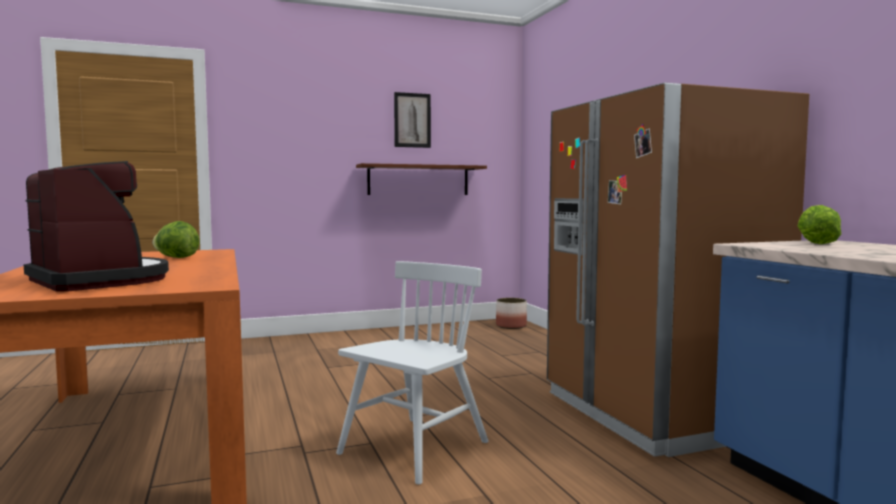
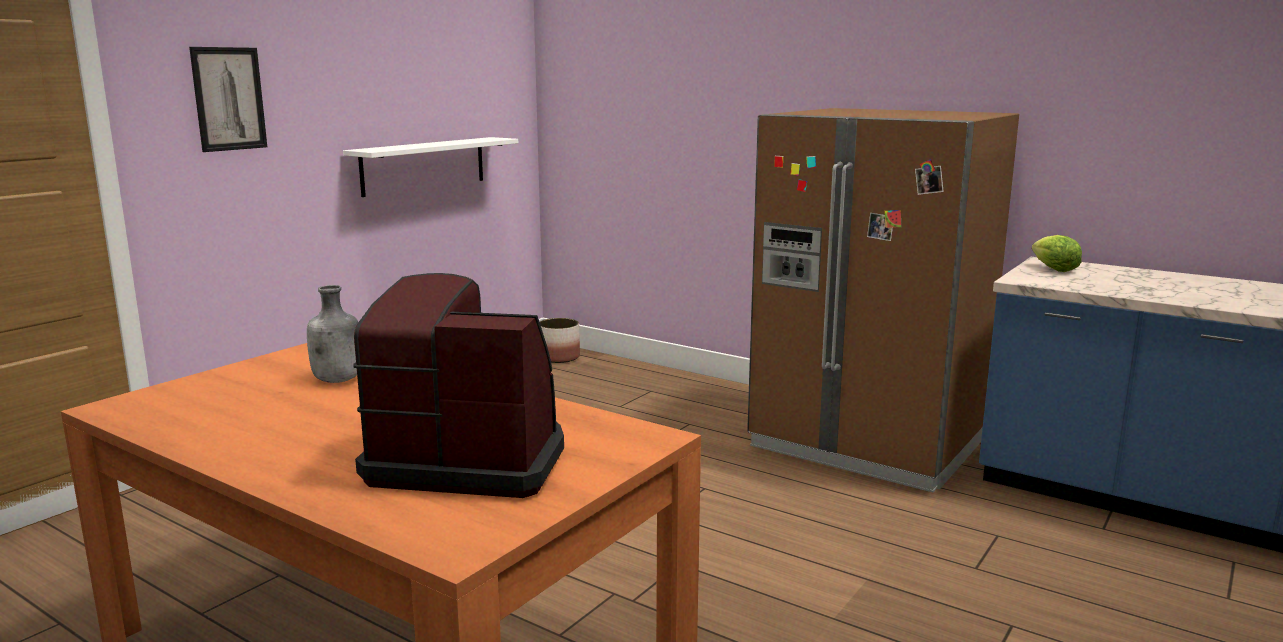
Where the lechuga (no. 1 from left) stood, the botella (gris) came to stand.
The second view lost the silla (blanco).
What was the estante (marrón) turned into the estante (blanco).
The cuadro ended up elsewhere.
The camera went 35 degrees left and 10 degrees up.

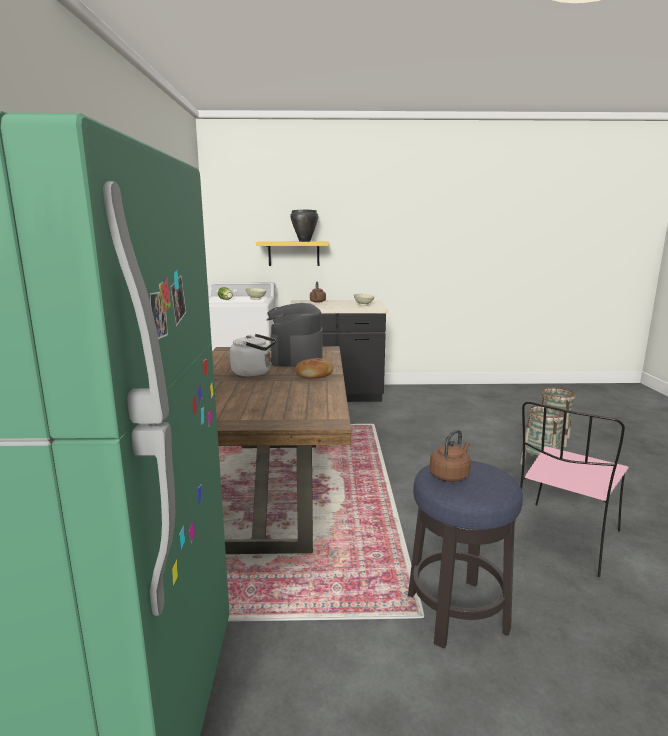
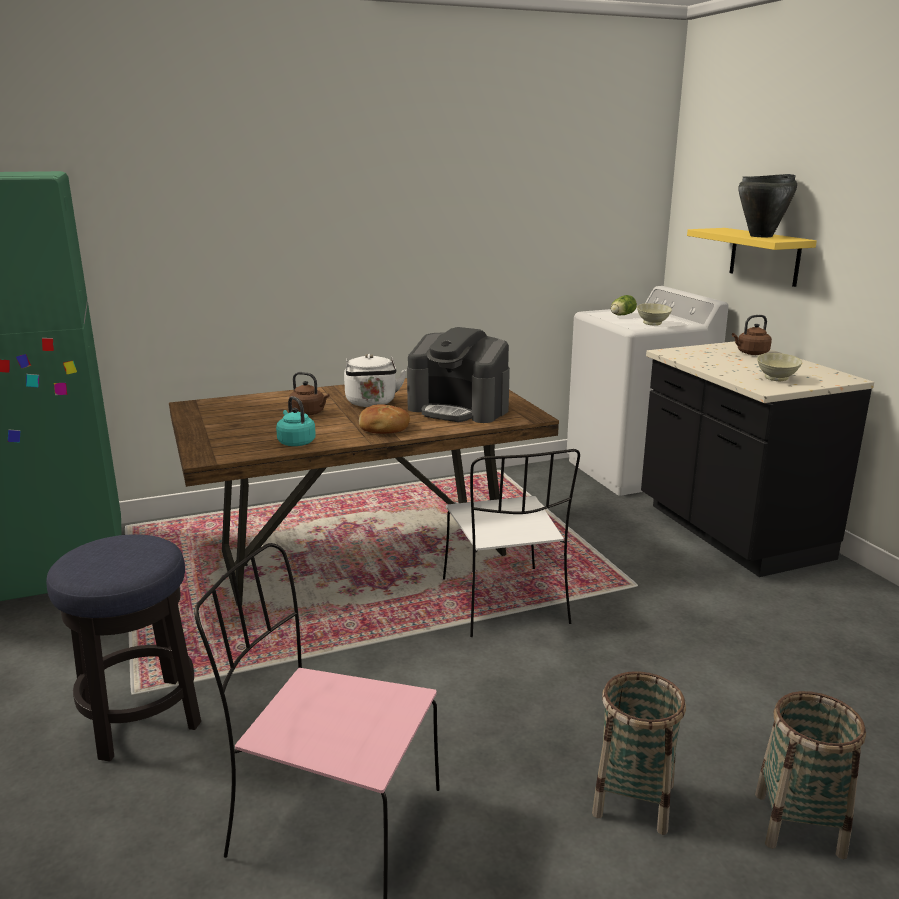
The cafetera ended up facing another way, 135 degrees counterclockwise from before.
The hervidor (marrón) (no. 2 from left in the first image) ended up elsewhere.
The second view gained the hervidor (turquesa).
The second view gained the silla (blanco).
The camera went 70 degrees right and 5 degrees up.

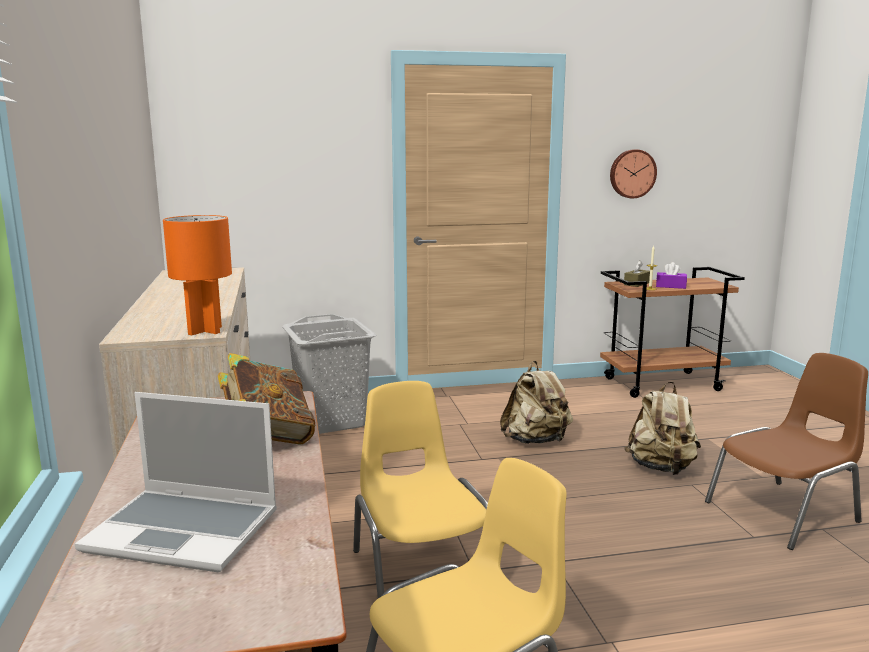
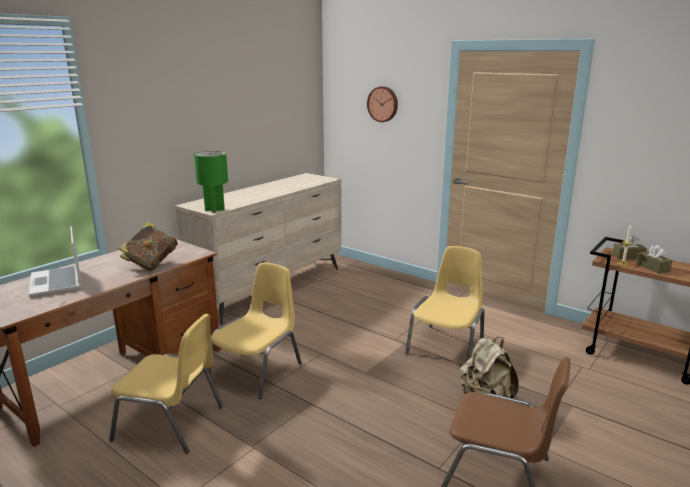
What was the lámpara de mesa (naranja) turned into the lámpara de mesa (verde).
The second view lost the cesto de la ropa (gris).
Where the mochila (beis) (no. 1 from left) stood, the silla (amarillo) (no. 3 from left) came to stand.
The reloj de pared ended up elsewhere.
What was the caja de pañuelos (morado) turned into the caja de pañuelos (marrón) (no. 2 from left).
The camera went 50 degrees right and 5 degrees up.

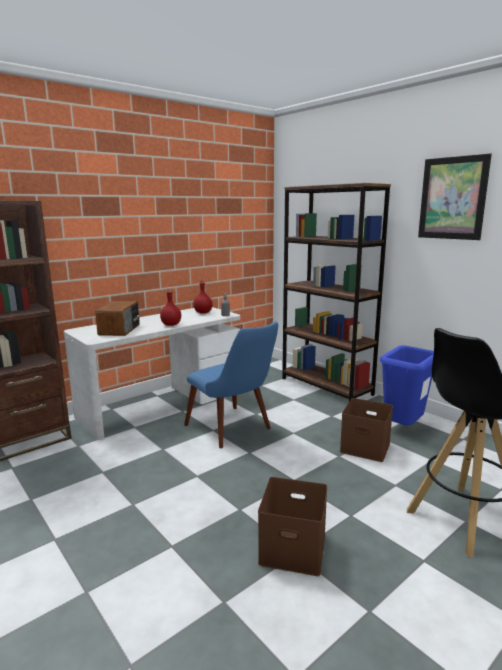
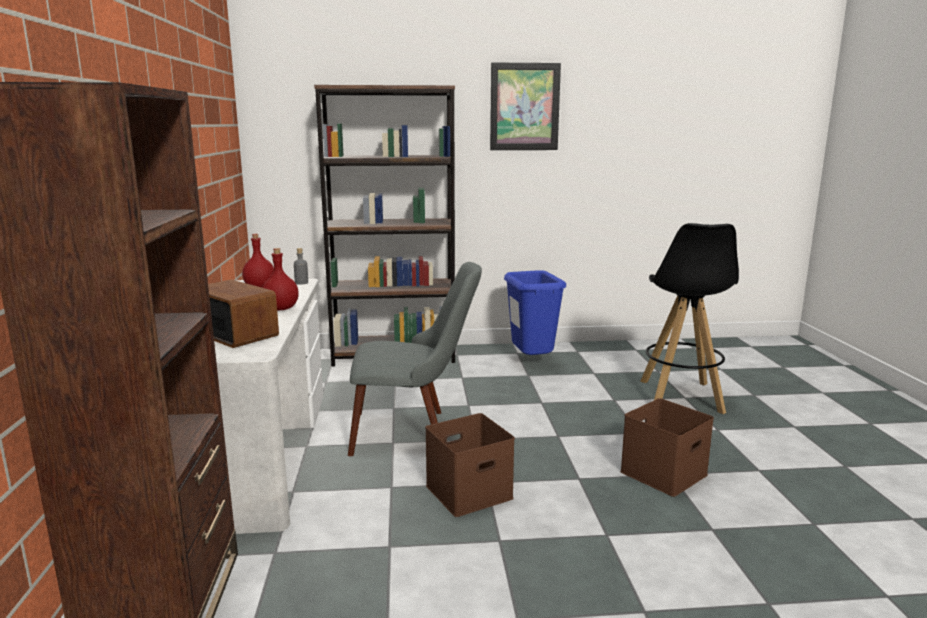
What was the silla (azul) turned into the silla (gris).
The caja de almacenaje (marrón) (no. 2 from left in the first image) ended up elsewhere.
The camera went 55 degrees left and 0 degrees up.

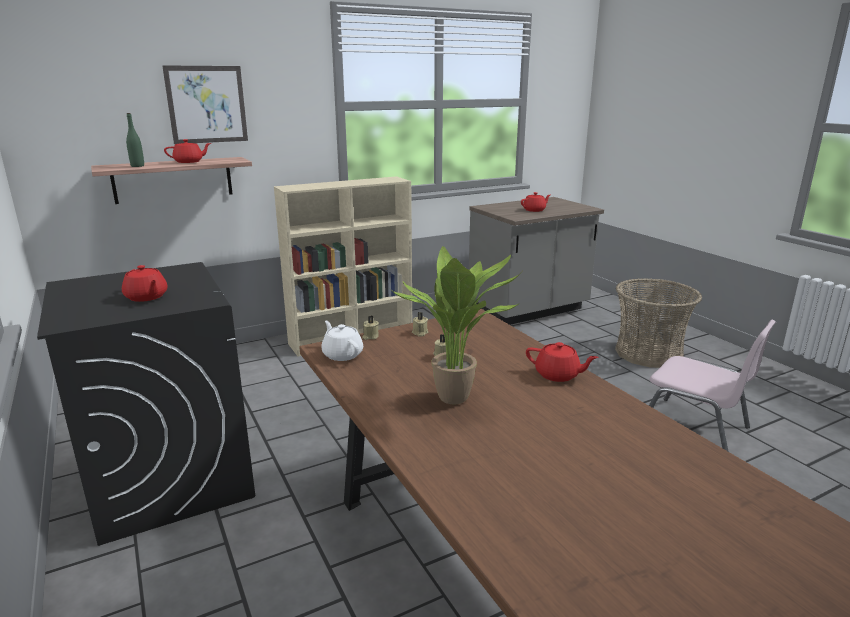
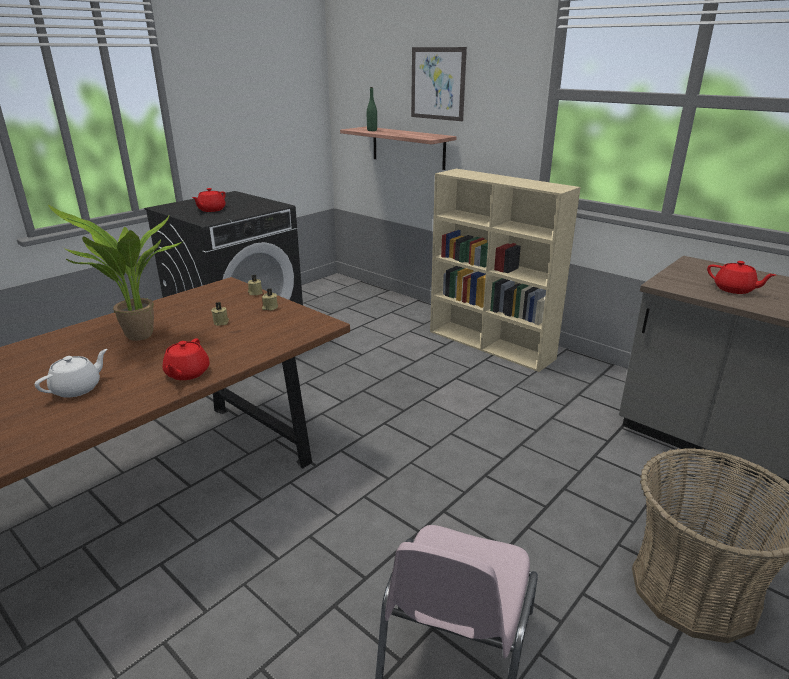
The second view lost the tetera (rojo) (no. 2 from left).
The tetera (blanco) ended up elsewhere.
The camera went 70 degrees right and 5 degrees up.

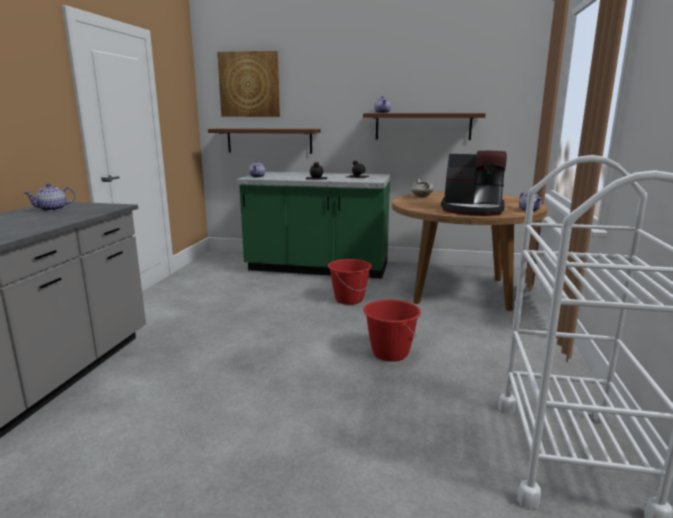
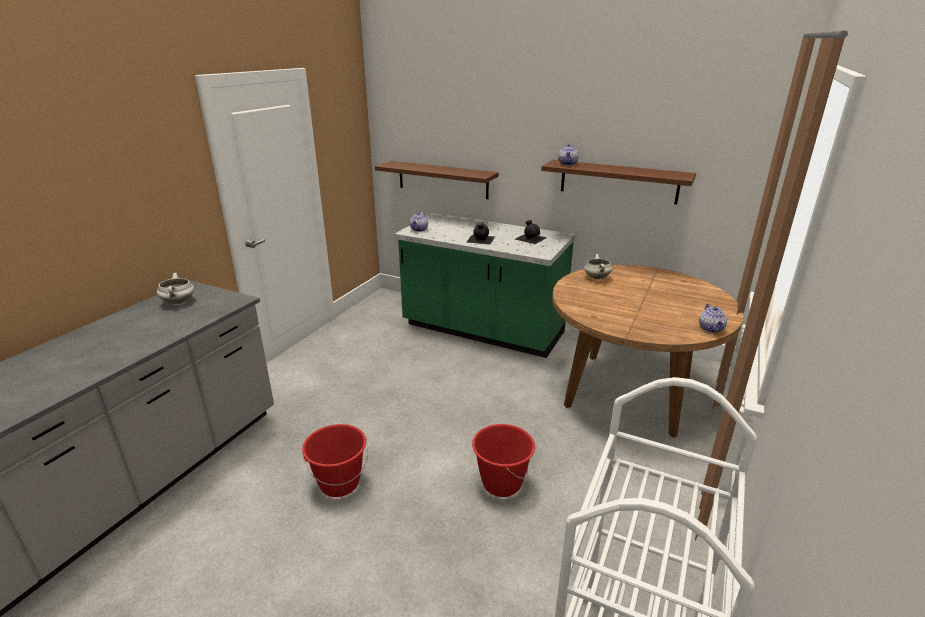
Where the tetera (no. 1 from left) stood, the olla (blanco) (no. 1 from left) came to stand.
The second view lost the cuadro.
The cubo (rojo) (no. 1 from left) ended up elsewhere.
The second view lost the cafetera.
The camera went 15 degrees right and 10 degrees up.

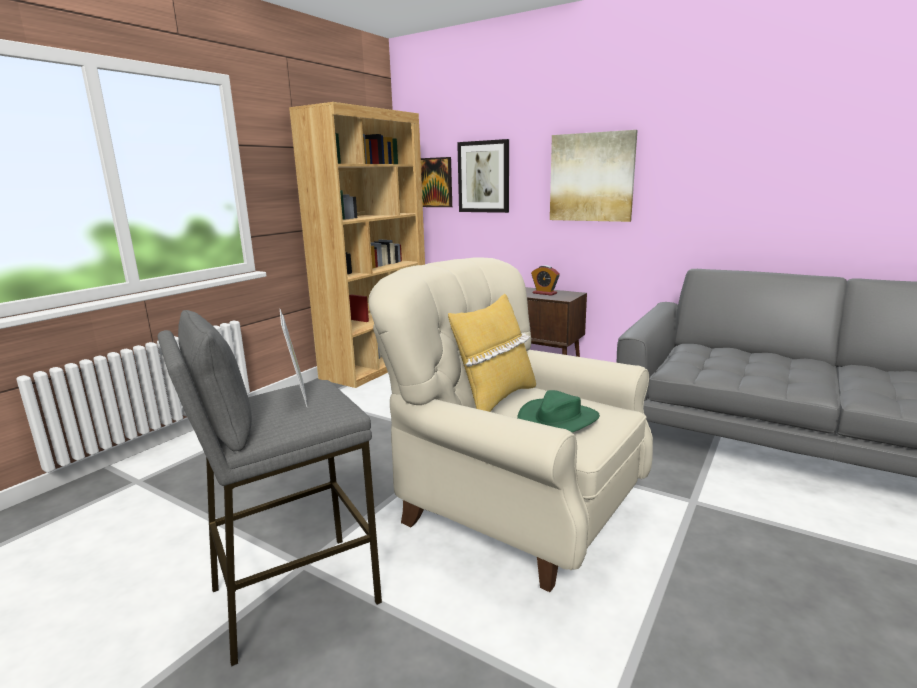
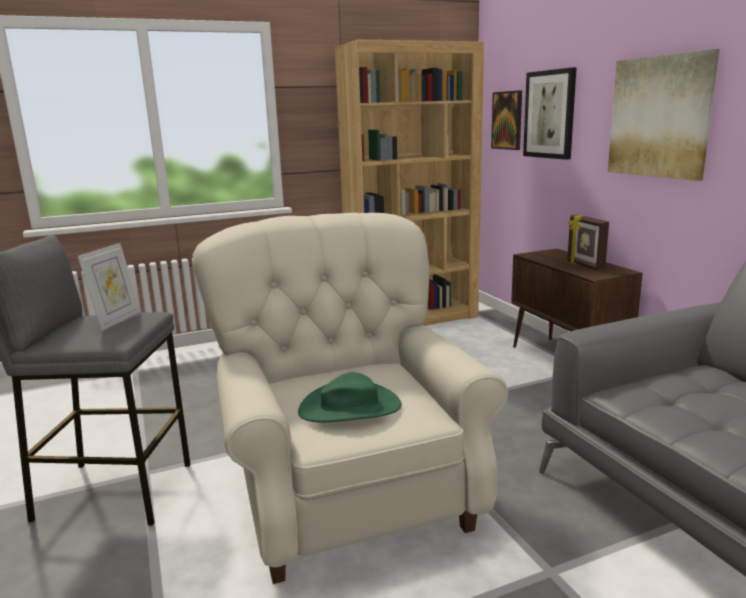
The second view lost the cojín (amarillo).
Where the despertador stood, the portarretratos (no. 2 from left) came to stand.
The camera went 35 degrees right and 0 degrees up.

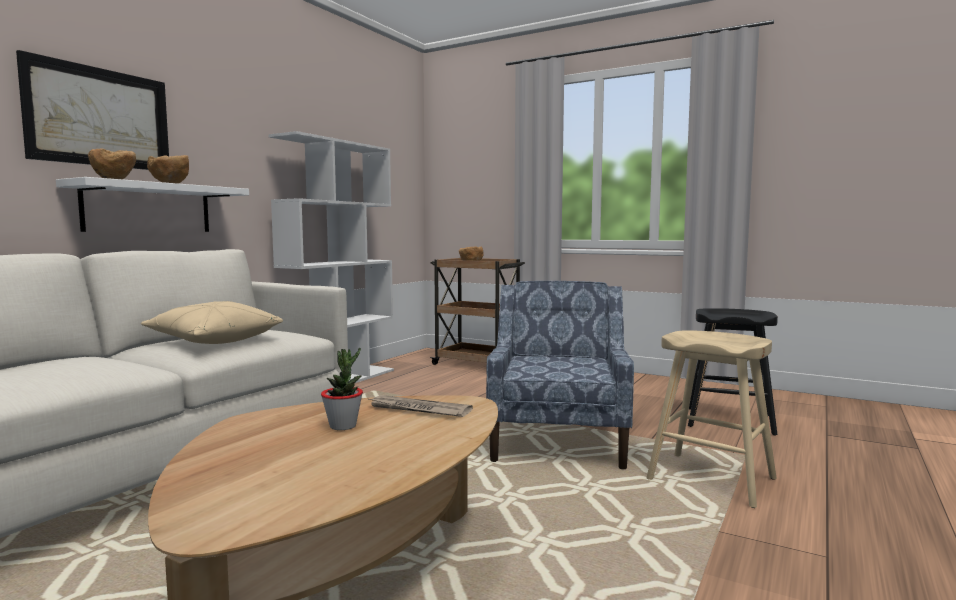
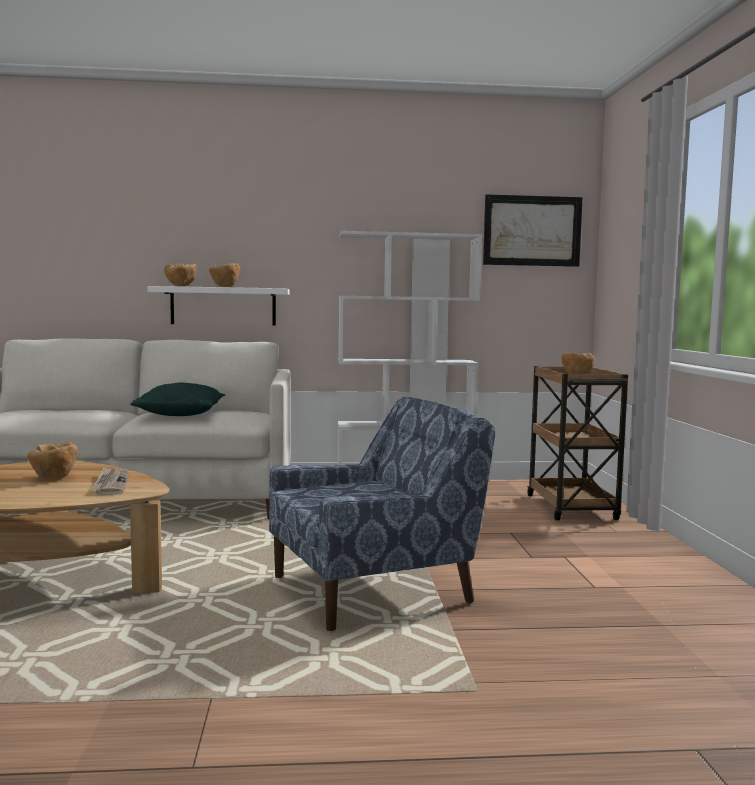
The cuadro ended up elsewhere.
What was the cojín (beis) turned into the cojín (verde).
Where the planta en maceta stood, the cuenco (marrón) (no. 1 from left) came to stand.
The second view lost the taburete (beis).
The second view lost the taburete (negro).
The camera went 55 degrees right and 0 degrees up.

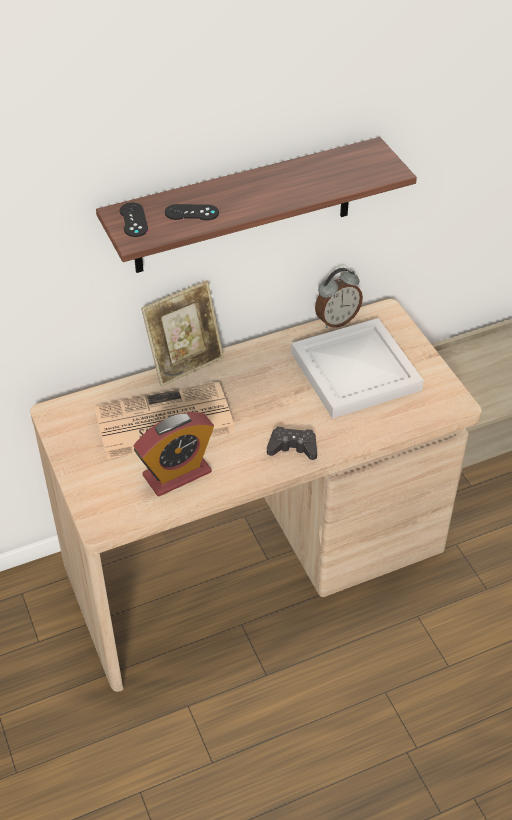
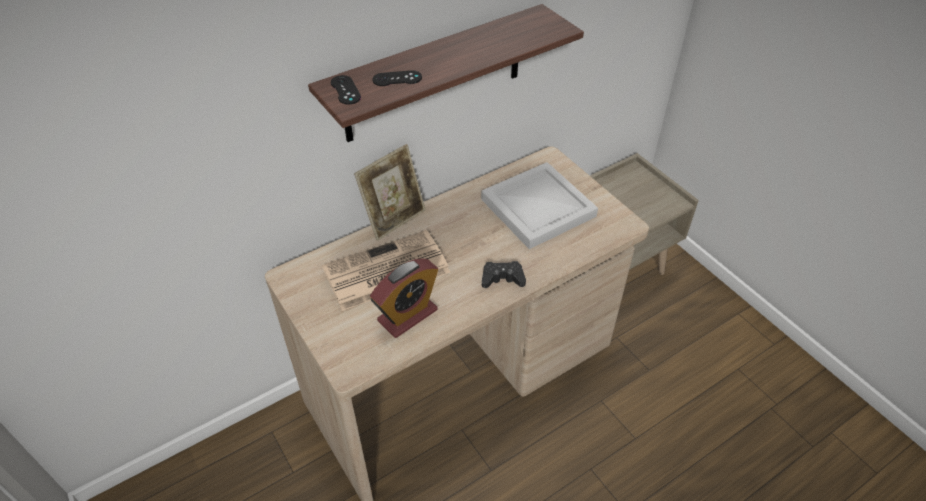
The second view lost the despertador (no. 2 from left).
The camera went 10 degrees left and 0 degrees up.

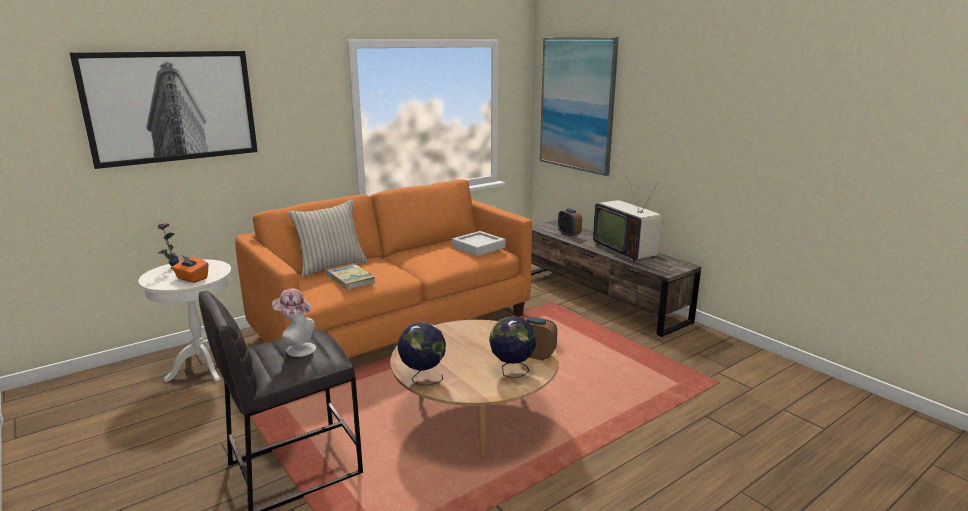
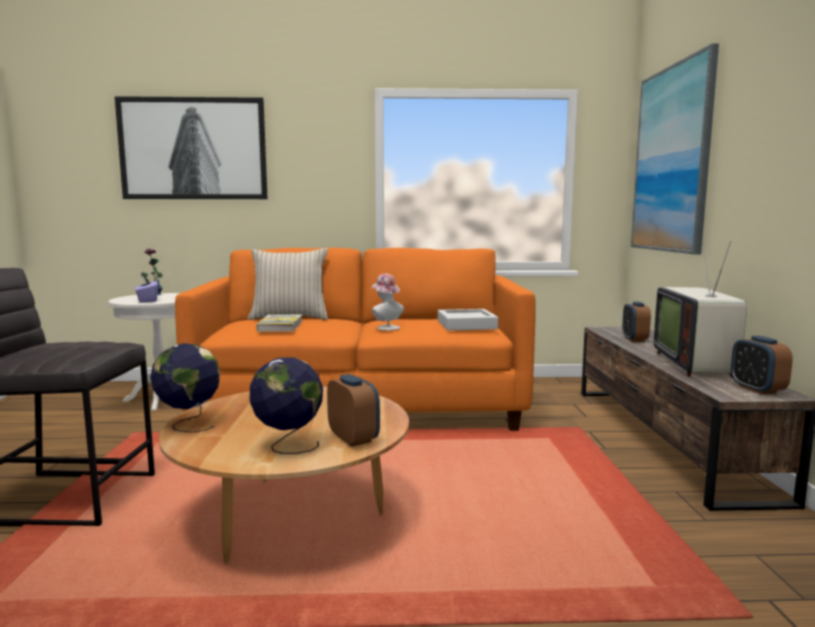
What was the caja de pañuelos (naranja) turned into the caja de pañuelos (morado).
The sombrero ended up elsewhere.
The second view gained the despertador (no. 3 from left).
The camera went 35 degrees right and 10 degrees down.

